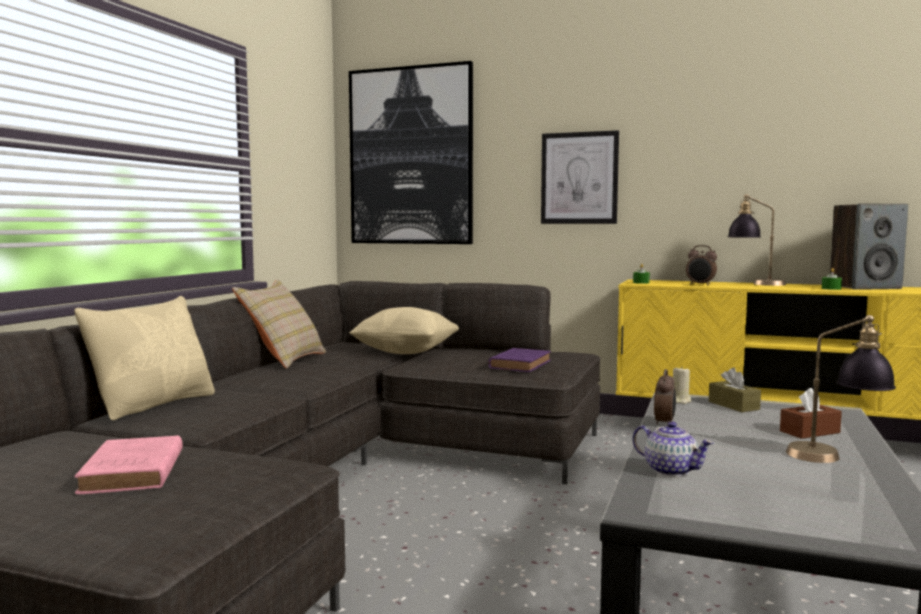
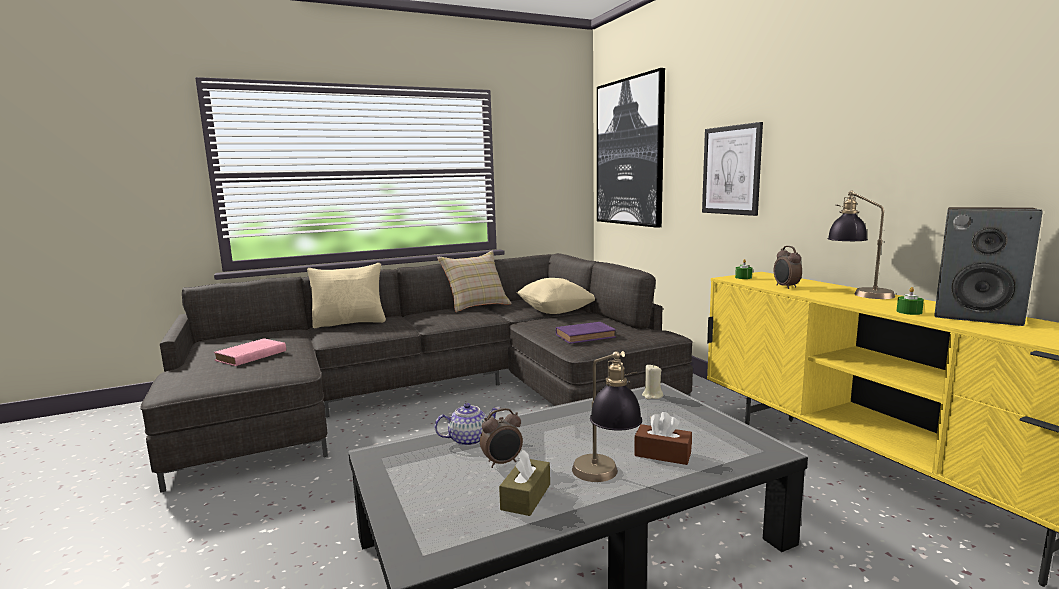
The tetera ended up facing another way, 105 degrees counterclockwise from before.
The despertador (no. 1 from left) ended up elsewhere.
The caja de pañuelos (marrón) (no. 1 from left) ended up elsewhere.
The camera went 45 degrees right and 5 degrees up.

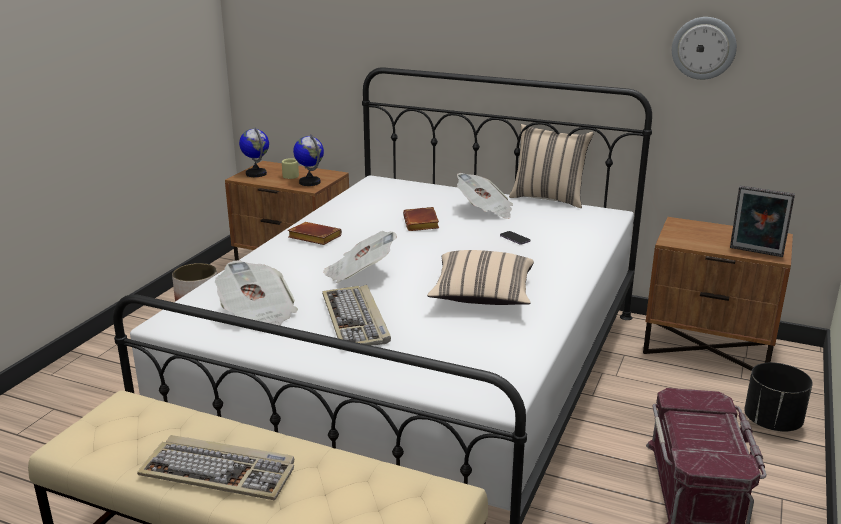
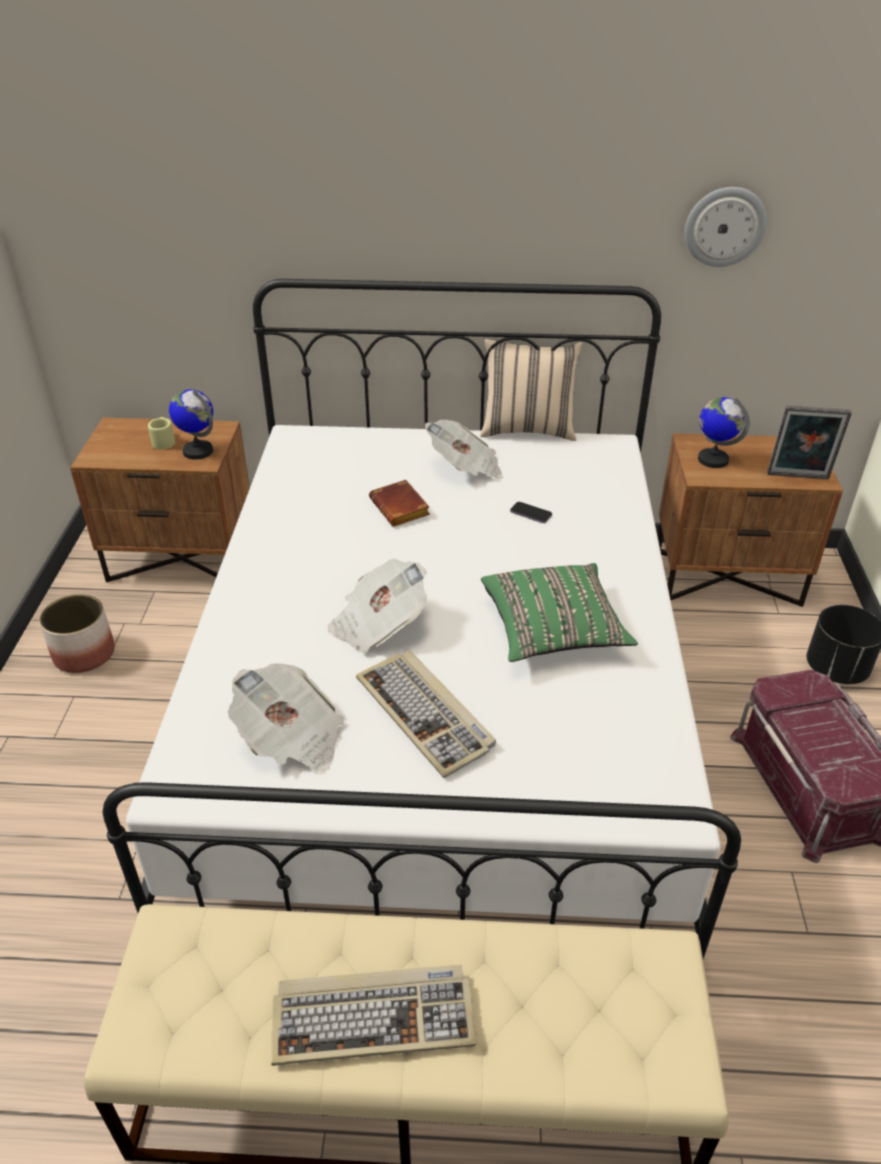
The globo terráqueo (no. 1 from left in the first image) ended up elsewhere.
The second view lost the libro (marrón) (no. 1 from left).
What was the cojín (beis) (no. 1 from left) turned into the cojín (verde).
The camera went 20 degrees left and 15 degrees up.

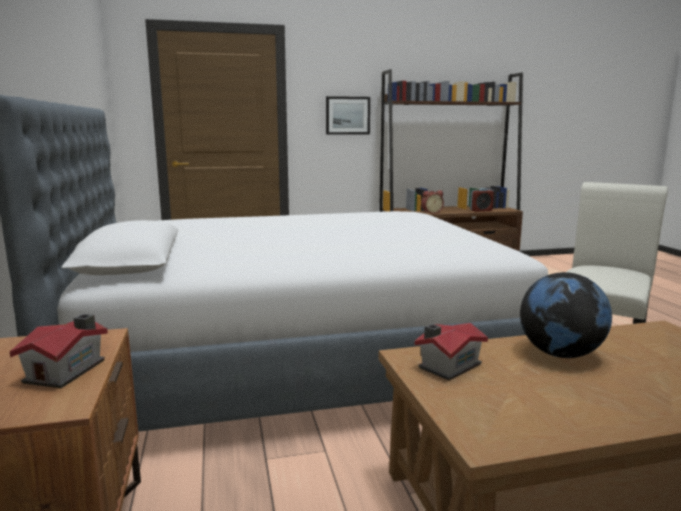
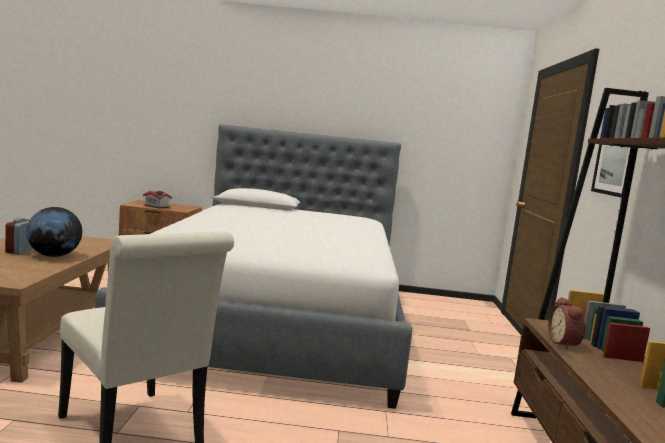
The second view lost the casita (no. 2 from left).
The despertador (no. 2 from left in the first image) ended up elsewhere.
The camera went 105 degrees right and 5 degrees down.

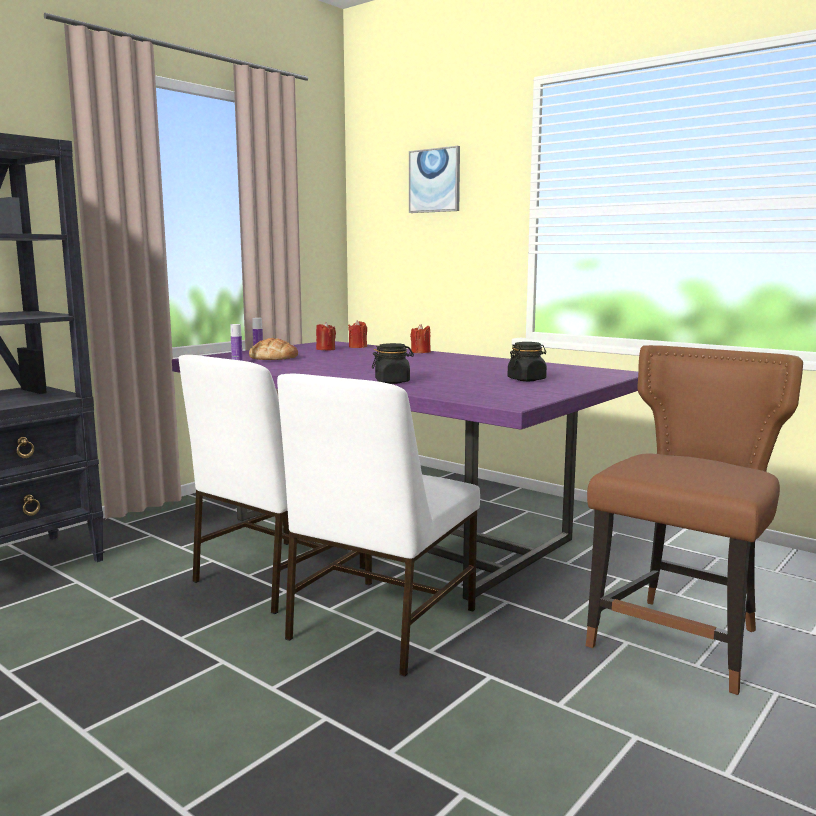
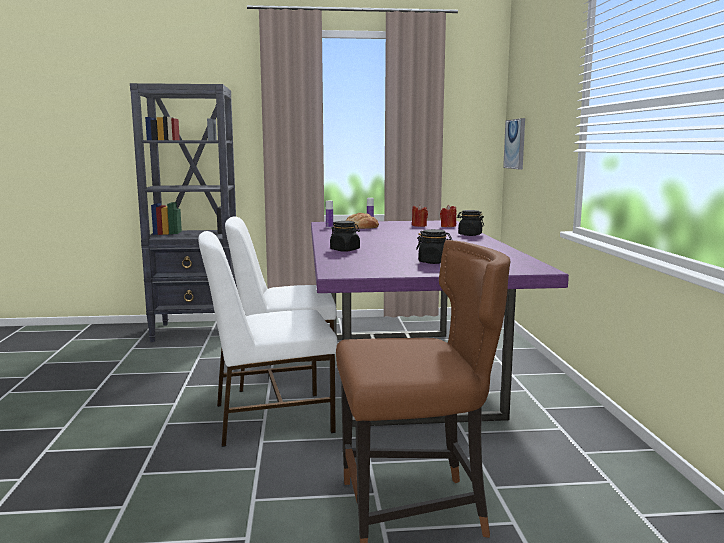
The cuadro ended up elsewhere.
Where the vela (rojo) (no. 3 from left) stood, the tarro (negro) (no. 3 from left) came to stand.
The camera went 45 degrees right and 0 degrees up.

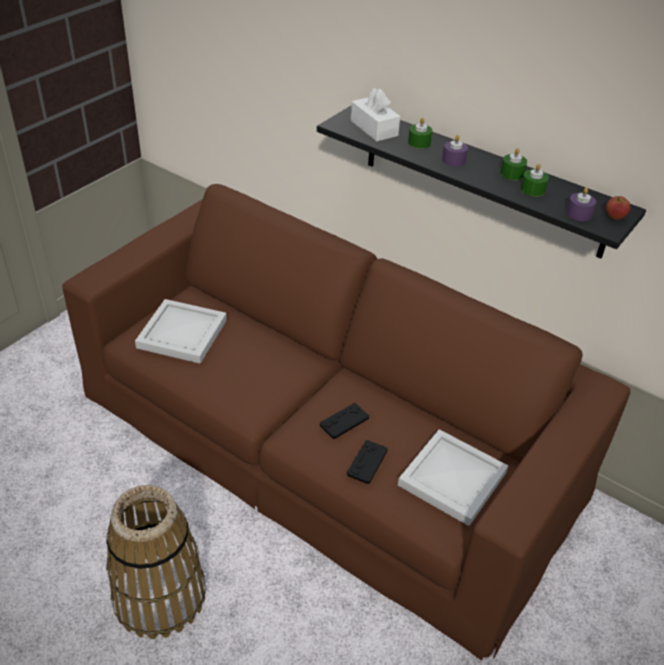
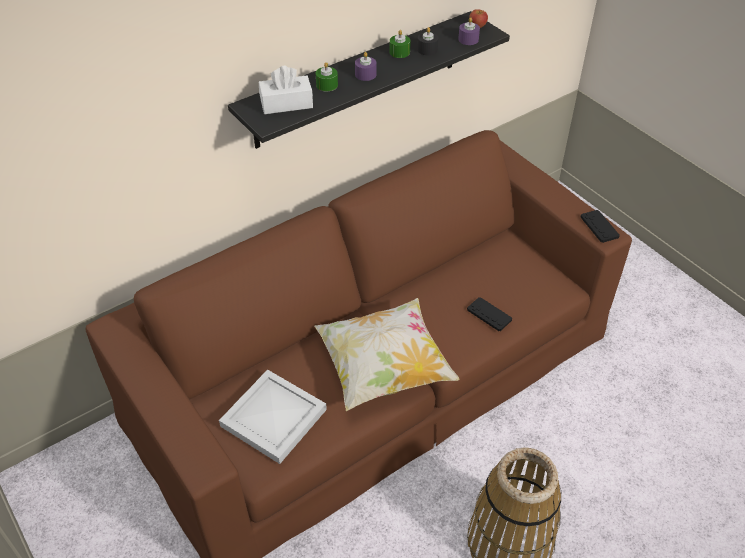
The mando de consola (negro) (no. 1 from left in the first image) ended up elsewhere.
The second view lost the bandeja (blanco) (no. 2 from left).
What was the vela (verde) (no. 3 from left) turned into the vela (negro).
The second view gained the cojín.
The camera went 70 degrees left and 5 degrees up.

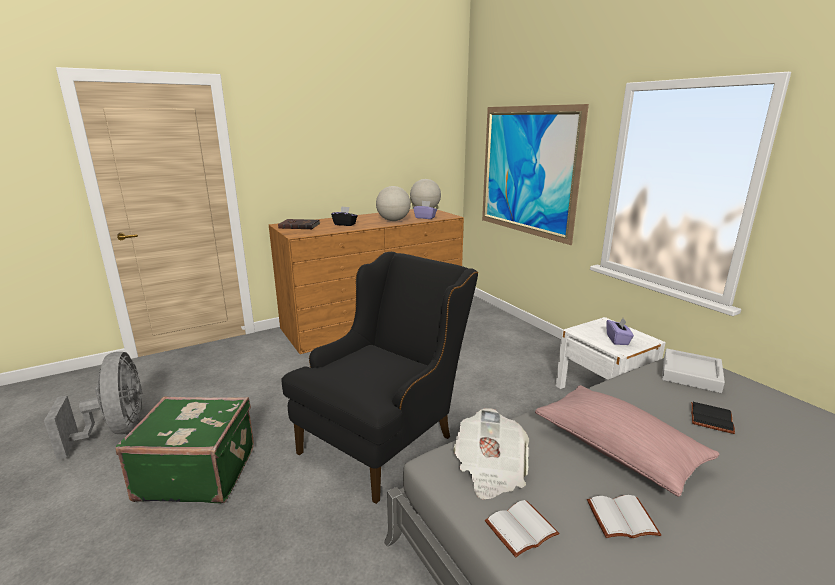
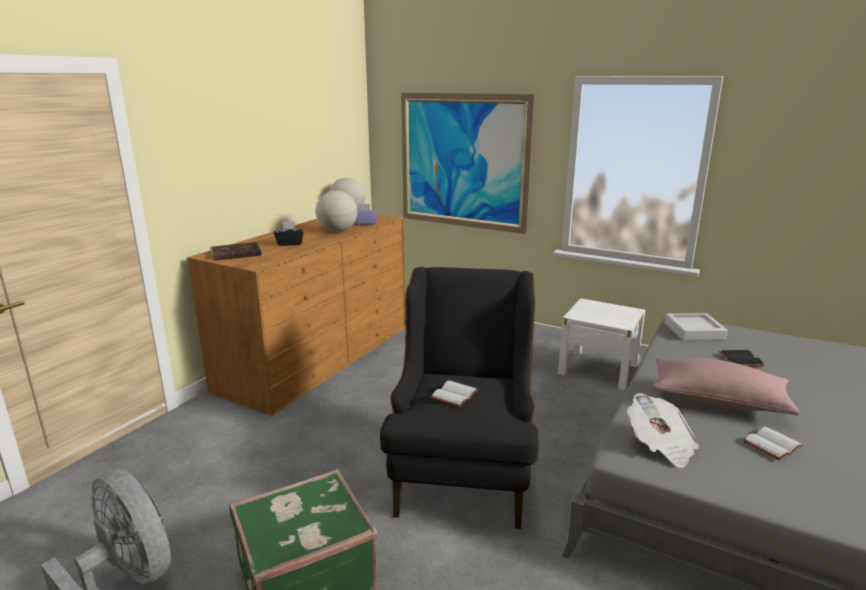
The libro (blanco) (no. 1 from left) ended up elsewhere.
The second view lost the caja de pañuelos (morado) (no. 2 from left).
The camera went 30 degrees left and 0 degrees up.

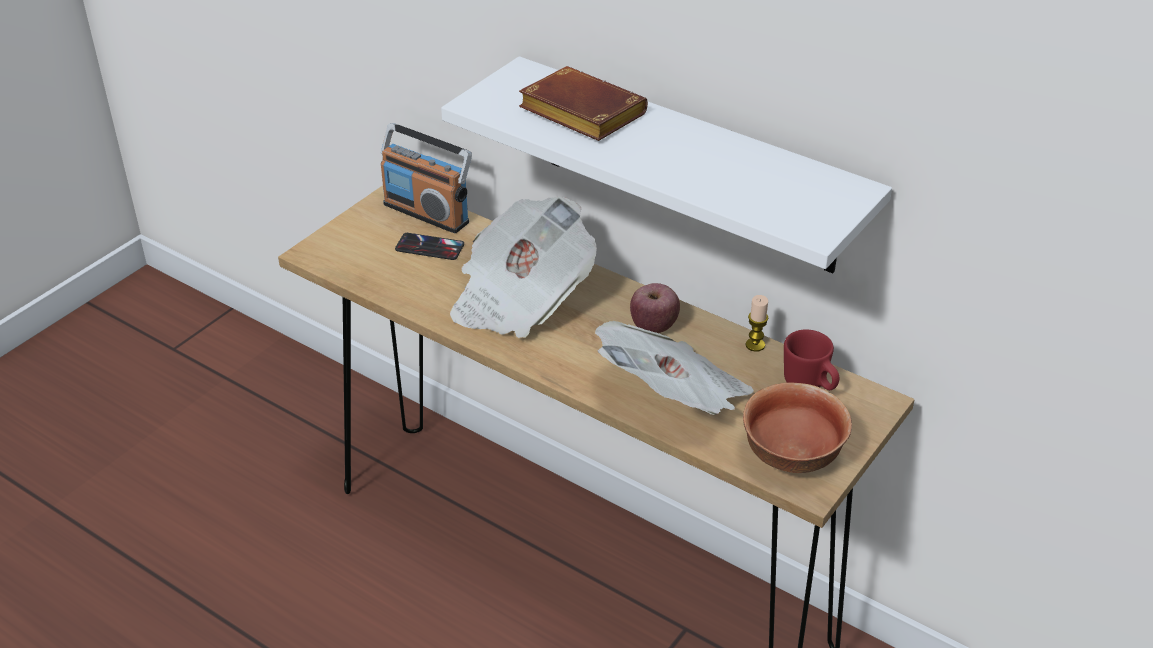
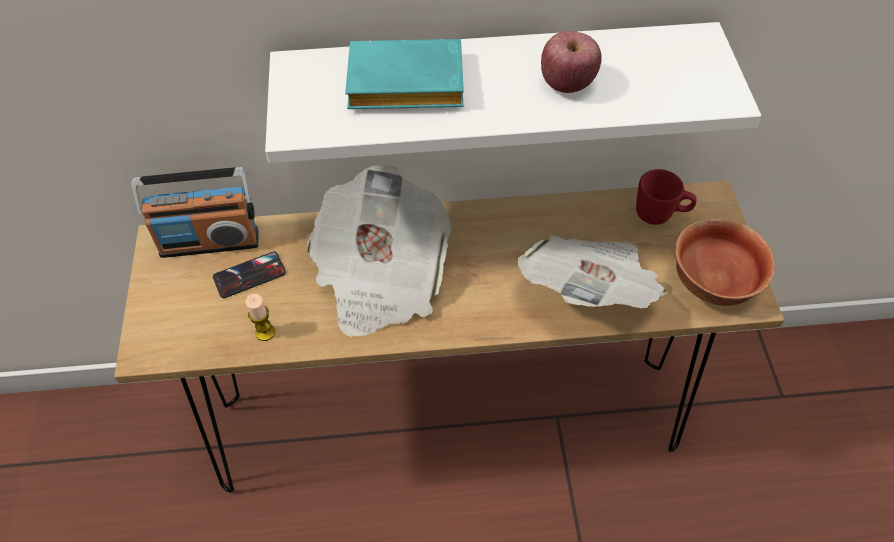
What was the libro (marrón) turned into the libro (turquesa).
The manzana ended up elsewhere.
The vela ended up elsewhere.
The camera went 40 degrees left and 15 degrees up.

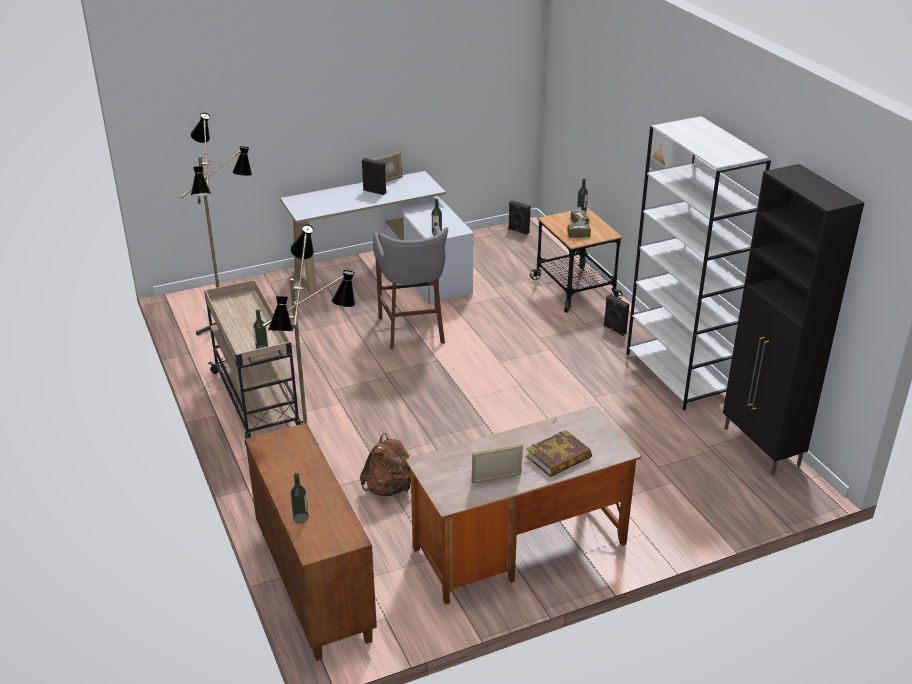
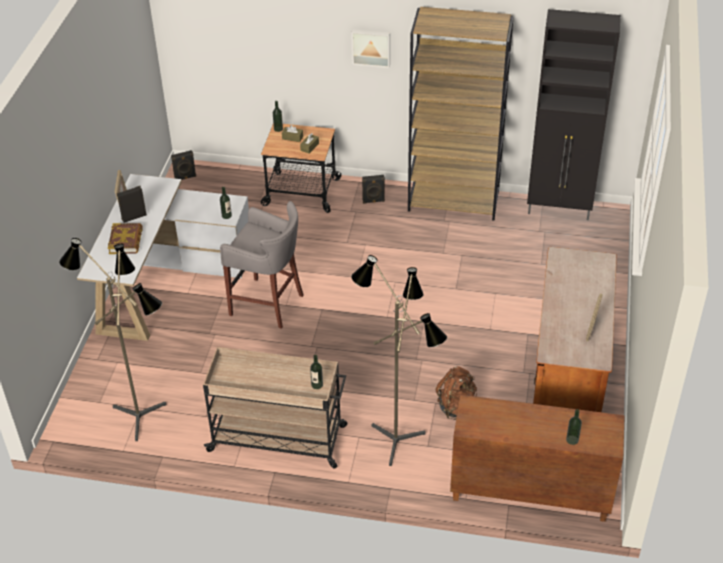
The libro ended up elsewhere.
What was the estantería (blanco) turned into the estantería (marrón).
The camera went 55 degrees left and 10 degrees up.

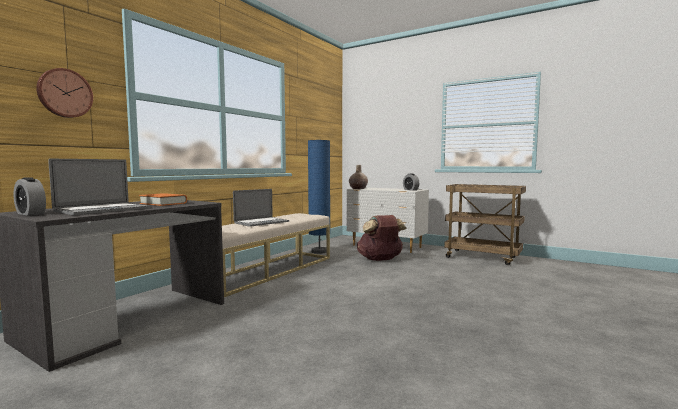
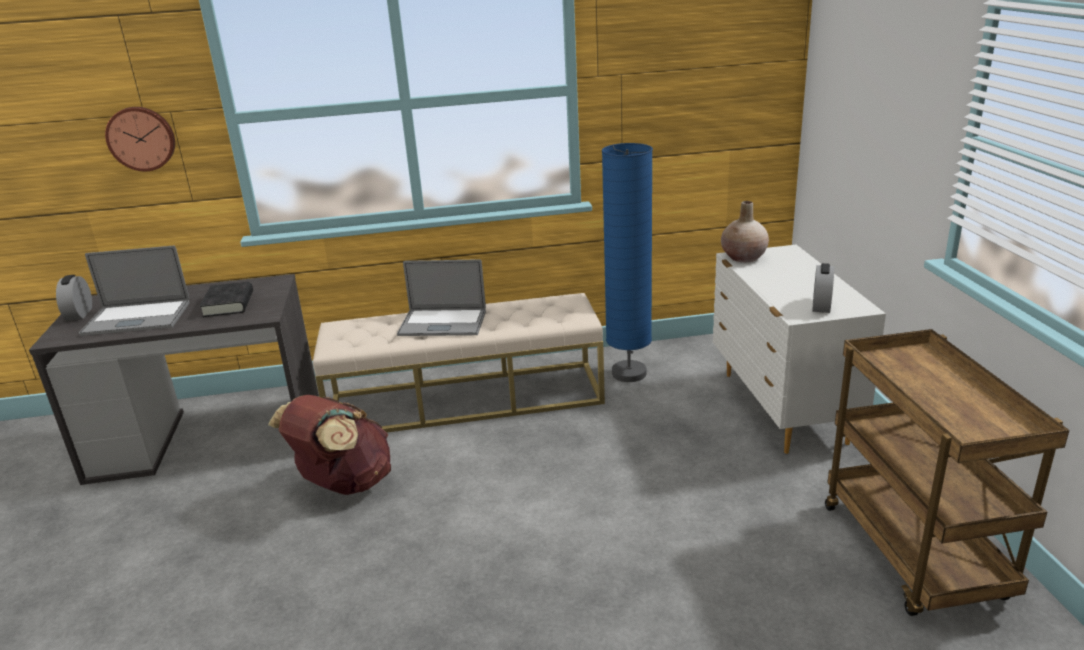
What was the libro (naranja) turned into the libro (negro).
The mochila (marrón) ended up elsewhere.
The camera went 50 degrees right and 20 degrees up.

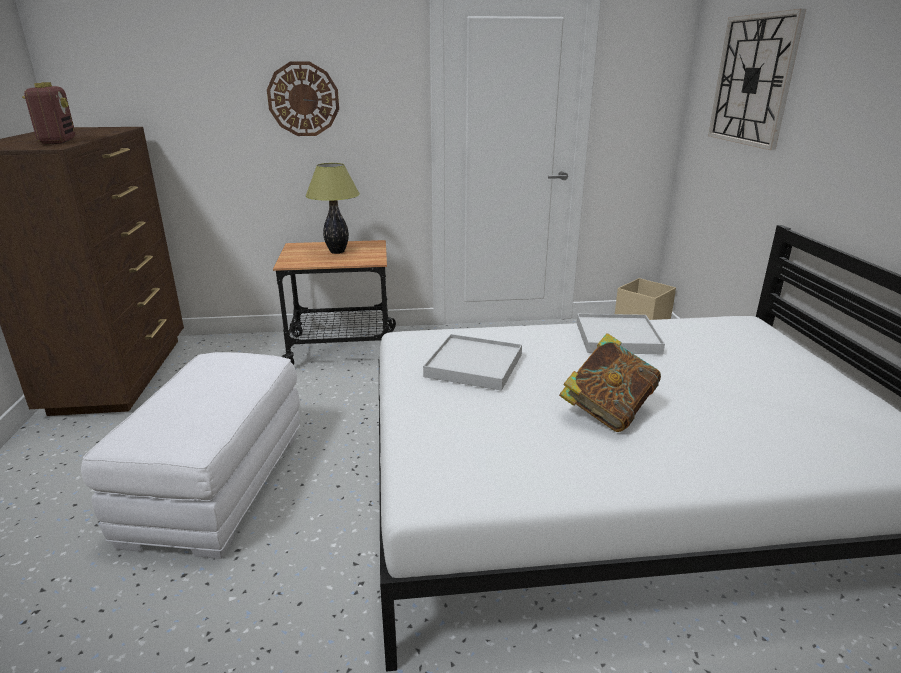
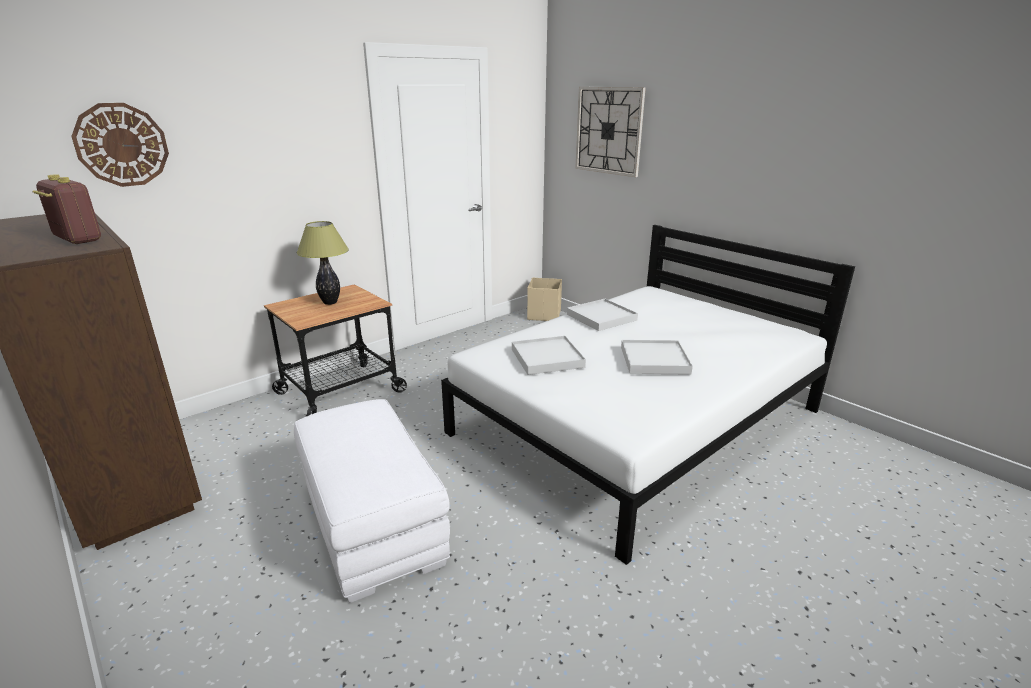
The reloj de pared (no. 1 from left) ended up elsewhere.
Where the libro stood, the bandeja (blanco) (no. 3 from left) came to stand.
The camera went 35 degrees left and 0 degrees up.

